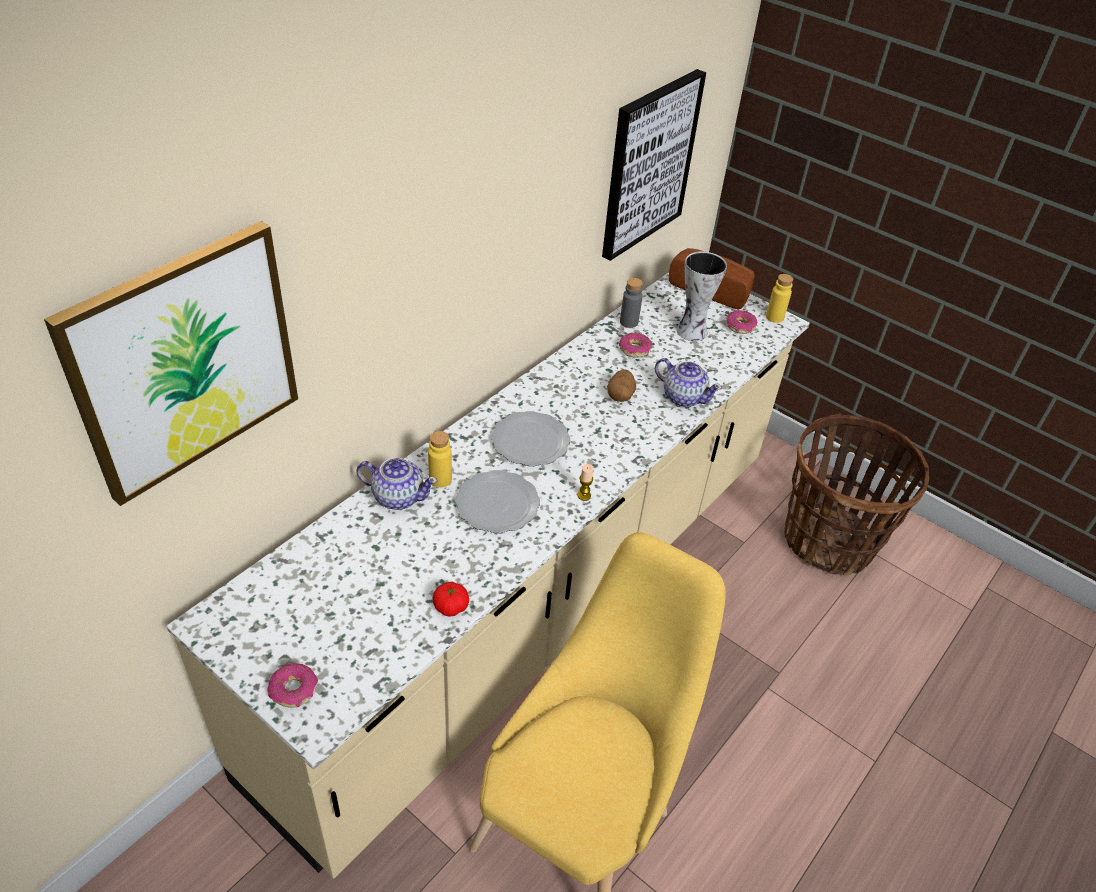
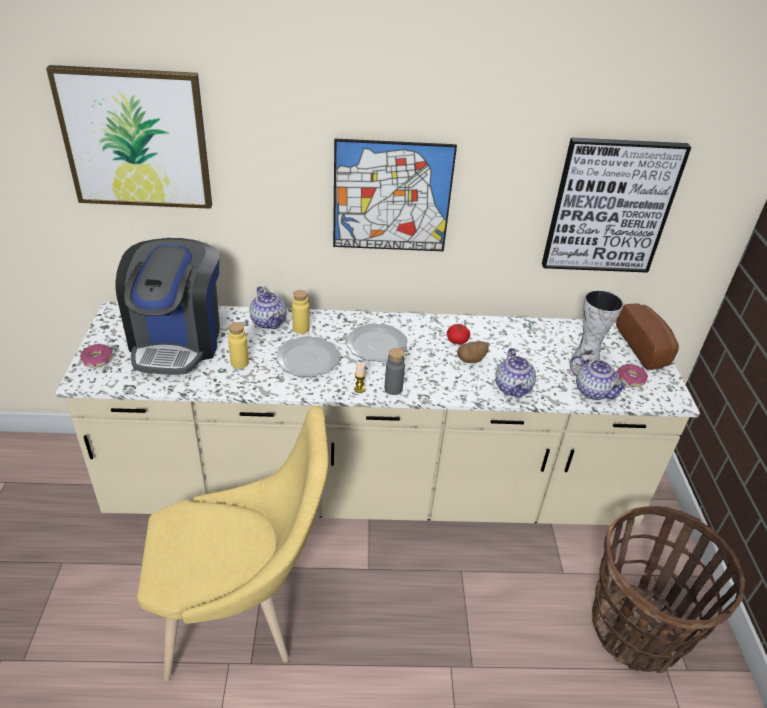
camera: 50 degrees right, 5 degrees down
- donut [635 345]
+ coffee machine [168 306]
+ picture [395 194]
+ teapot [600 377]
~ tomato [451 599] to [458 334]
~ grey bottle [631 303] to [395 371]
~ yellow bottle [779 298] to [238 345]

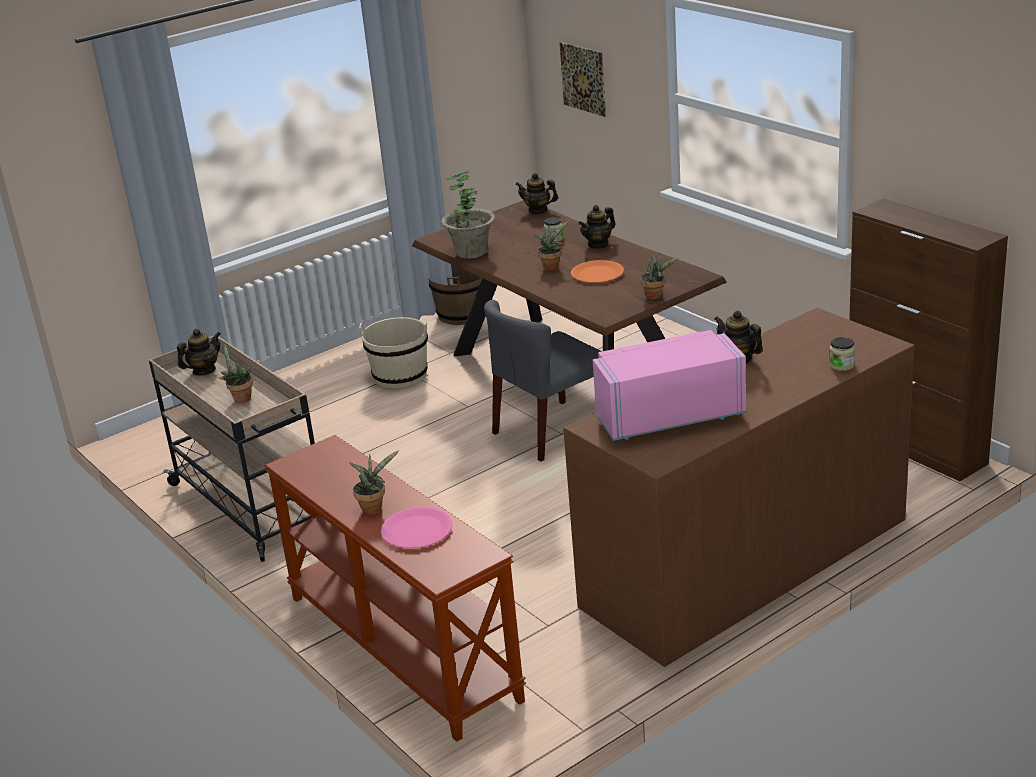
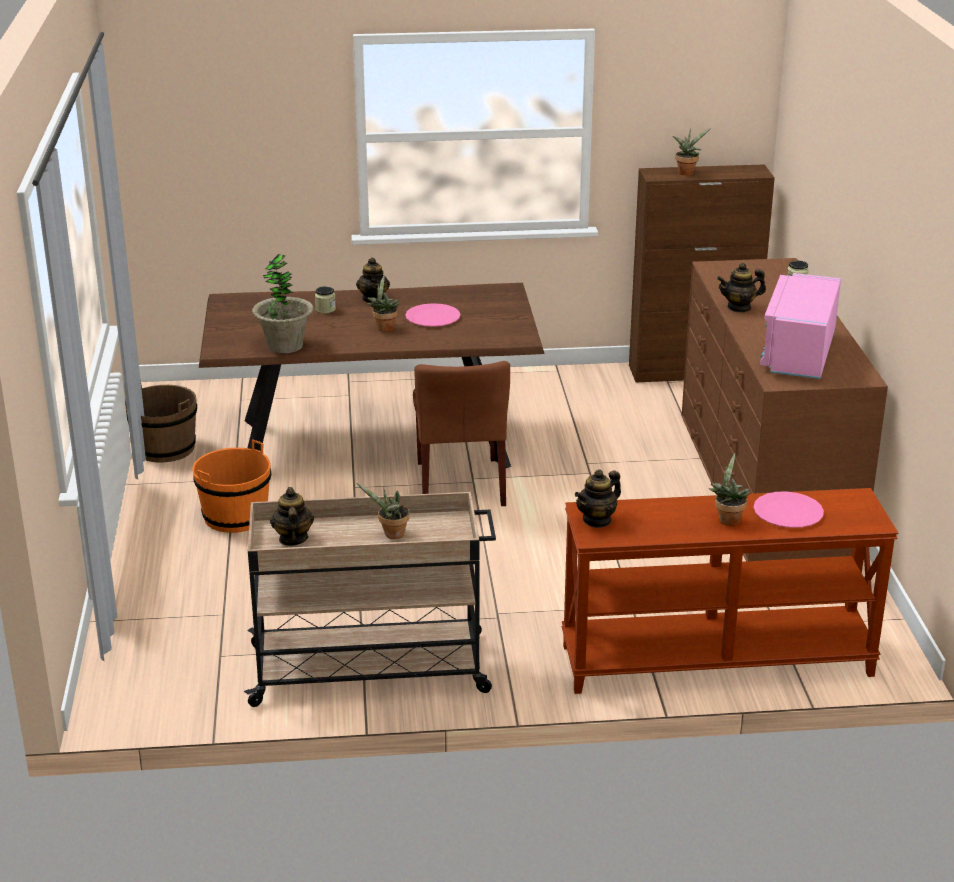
camera: 60 degrees left, 0 degrees up
- picture [583 79]
~ teapot [537 193] to [598 498]
~ potted plant [659 276] to [691 151]
~ beige bucket [393 352] to orange bucket [231 486]
~ grey chair [543 381] to brown chair [461 433]
~ orange plate [597 271] to pink plate [432 315]

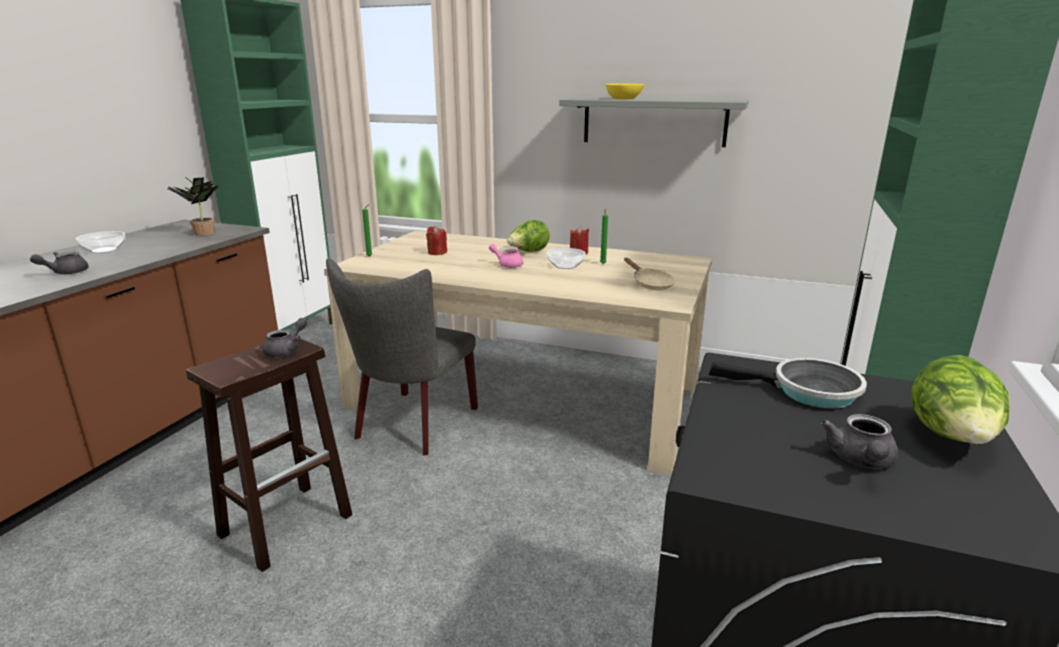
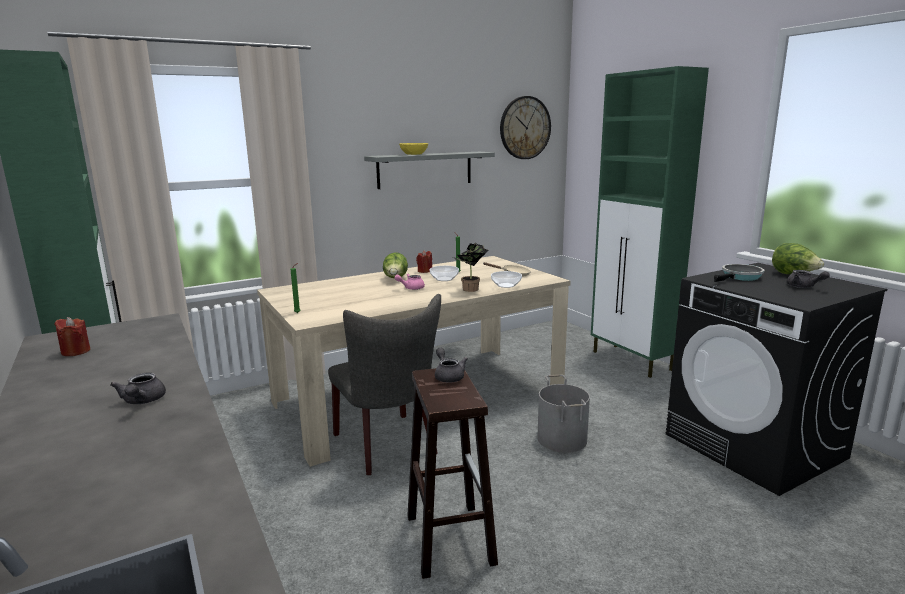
camera: 50 degrees left, 5 degrees down
+ wall clock [525 127]
+ grey bucket [563 414]
~ bowl [100 242] to [506 279]
~ potted plant [192 207] to [470 267]
~ red candle [436 240] to [72 336]

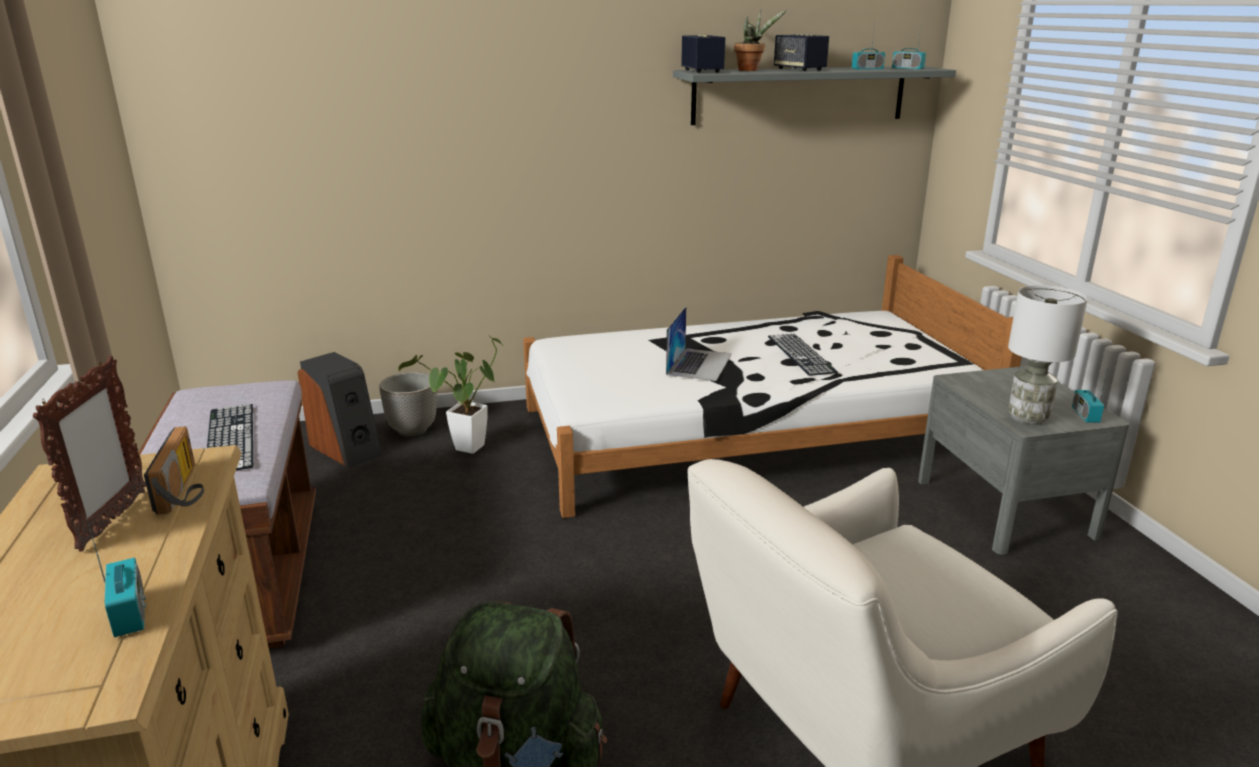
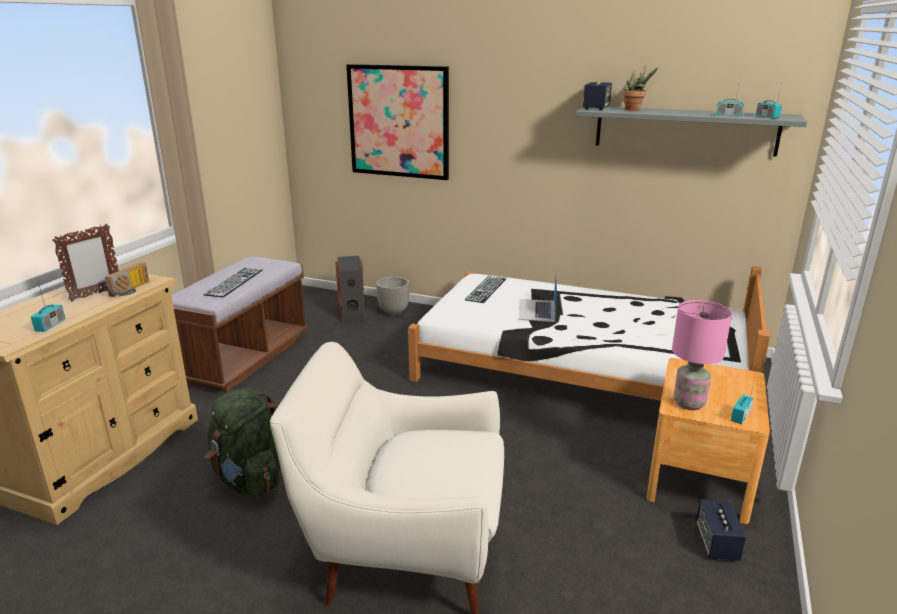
camera: 35 degrees right, 0 degrees up
- potted plant [450 394]
+ picture [397 122]
~ keyboard [803 355] to [486 289]
~ speaker [801 52] to [721 529]
~ grey nightstand [1023 460] to brown nightstand [708 441]
~ white table lamp [1048 355] to pink table lamp [702 355]
~ laptop [699 344] = [538 298] 135 degrees clockwise

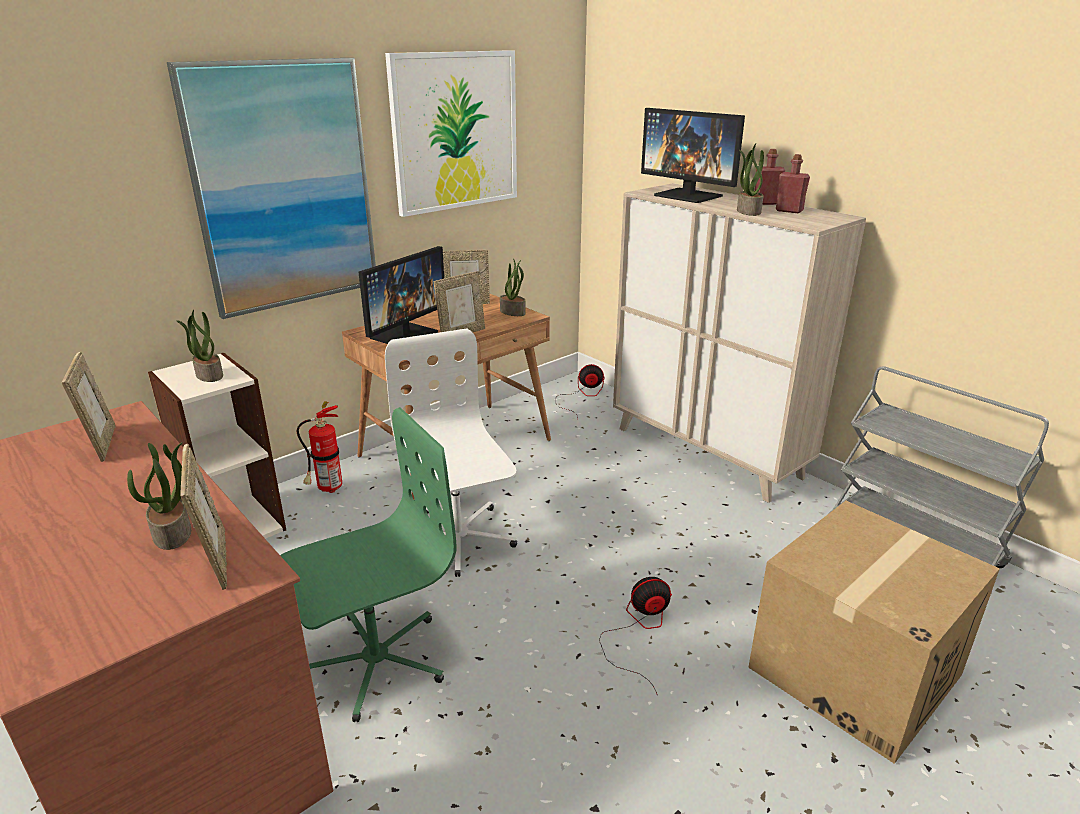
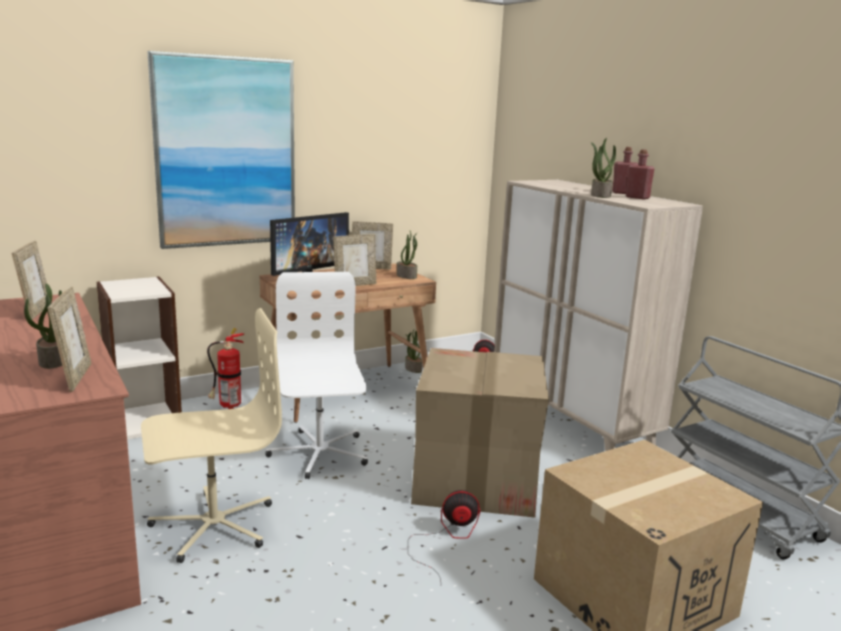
camera: 10 degrees right, 10 degrees down
- picture [451 133]
- monitor [693 155]
+ cardboard box [480 433]
~ potted plant [200 345] to [414 351]
~ green office chair [368 564] to beige office chair [211 435]

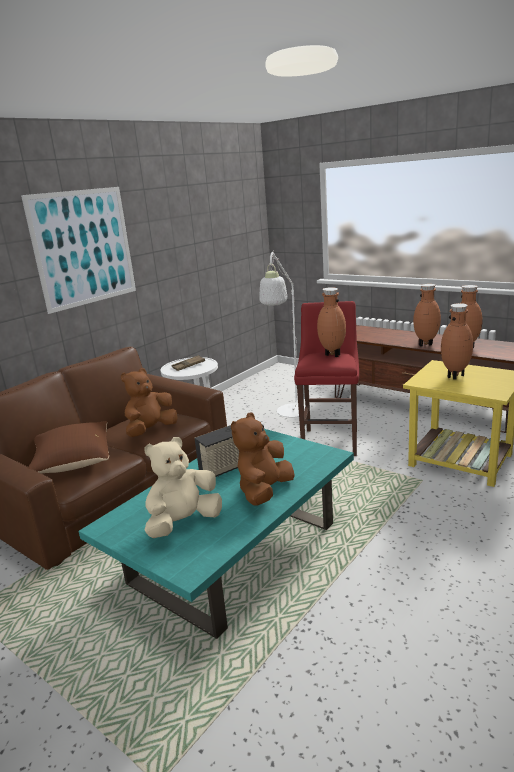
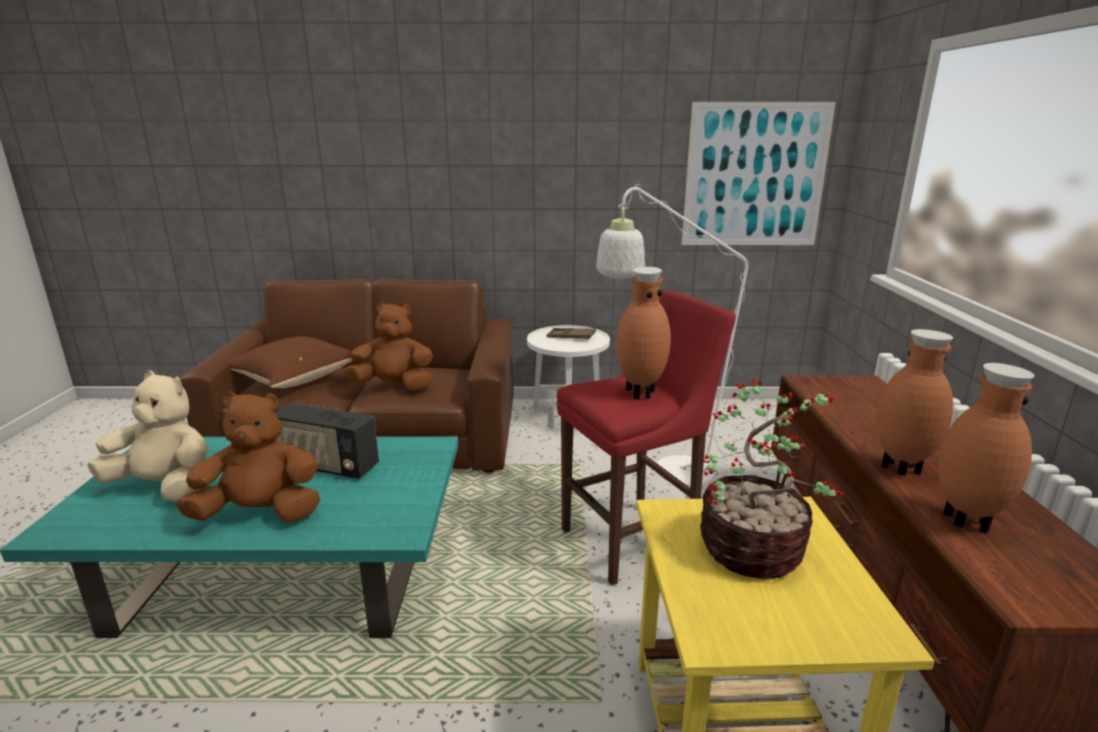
camera: 50 degrees right, 0 degrees up
~ picture [78 250] to [758 173]
~ brown vase [457 341] to potted plant [771 478]

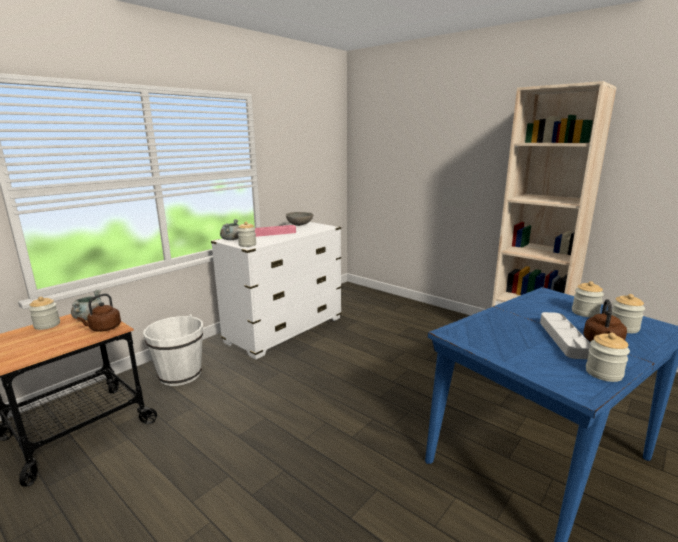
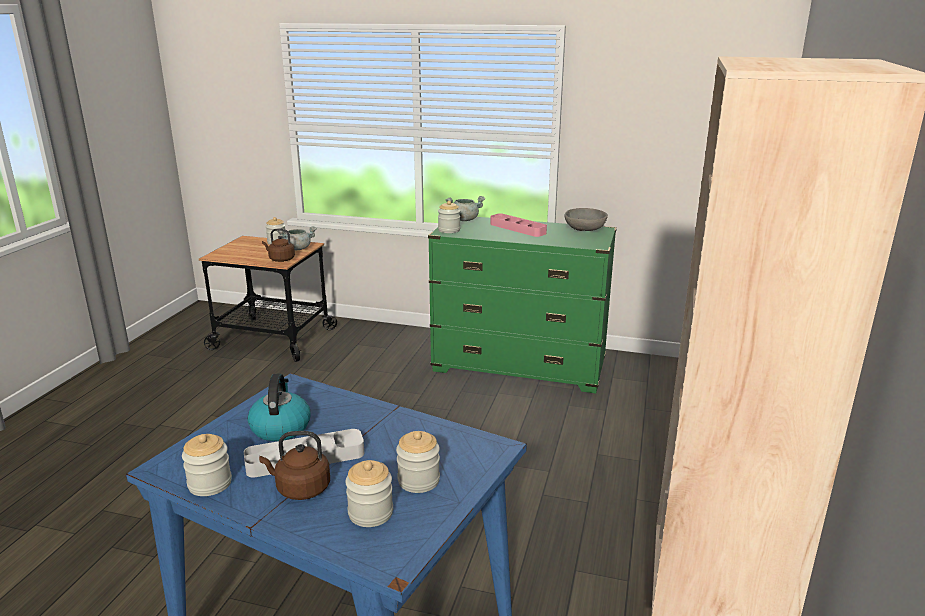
camera: 65 degrees right, 5 degrees up
- white bucket [173 350]
+ kettle [279 407]
~ white dresser [276 290] to green dresser [522 305]

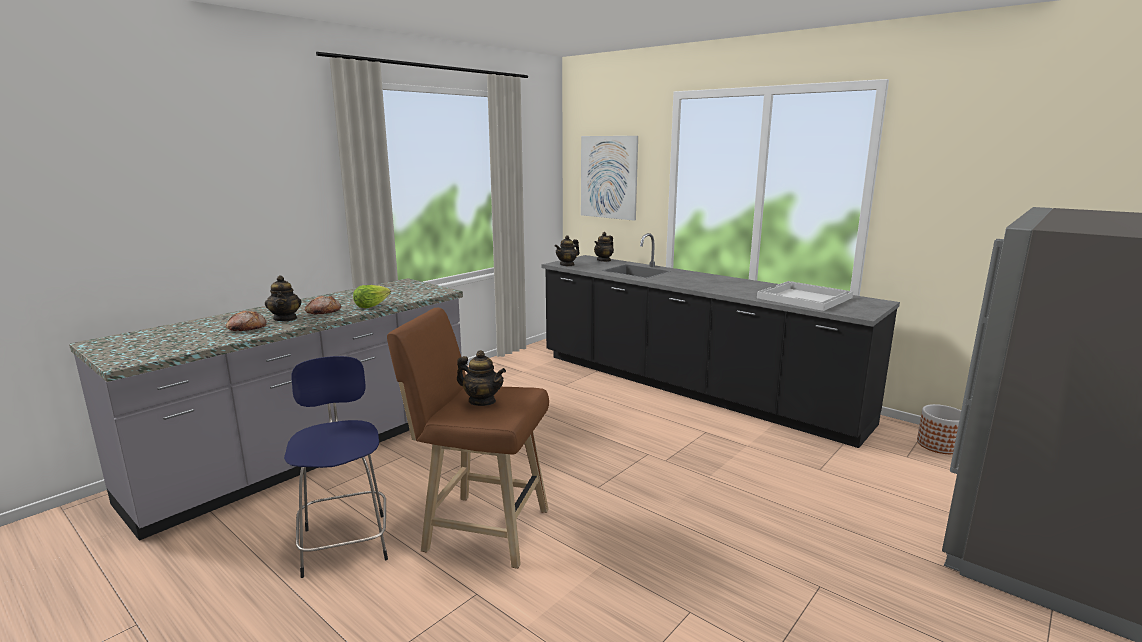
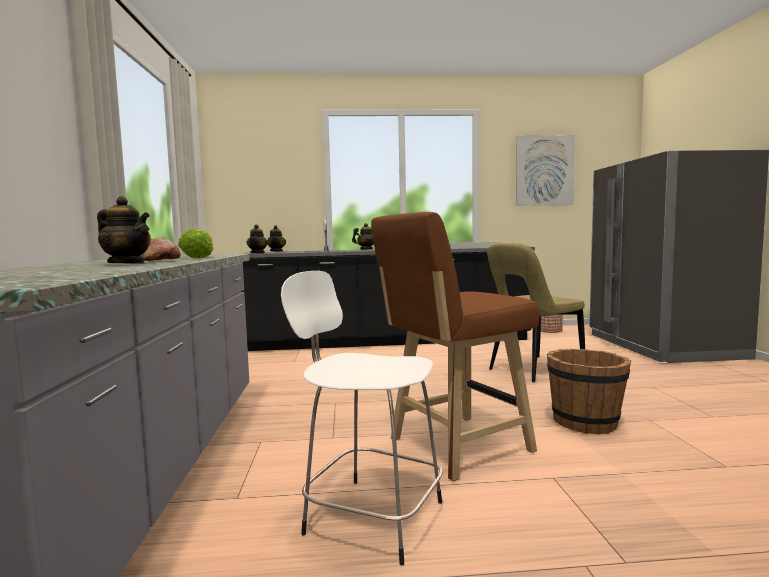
camera: 45 degrees left, 10 degrees down
- bread [246 321]
+ beige chair [536 312]
+ brown bucket [589 392]
~ teapot [481 378] to [363 236]
~ picture [609 178] to [545 170]
~ blue stool [336 467] to white stool [362 418]

